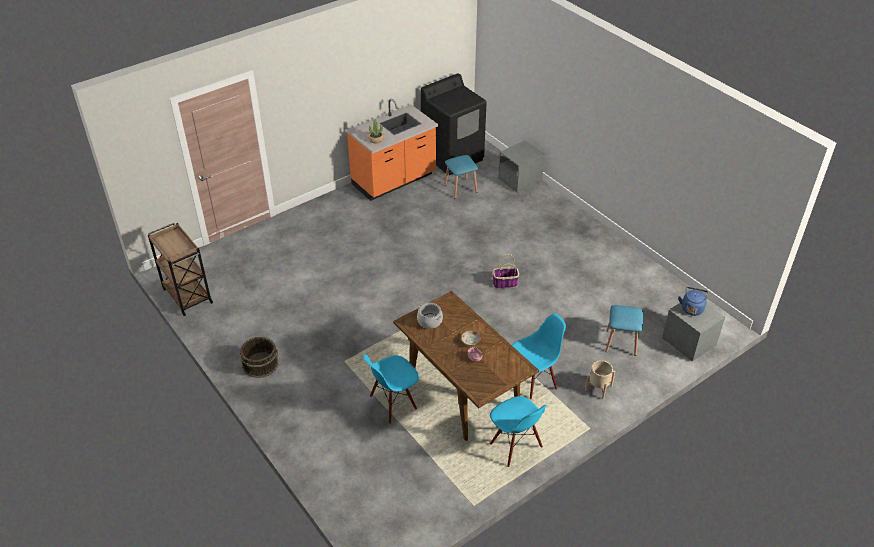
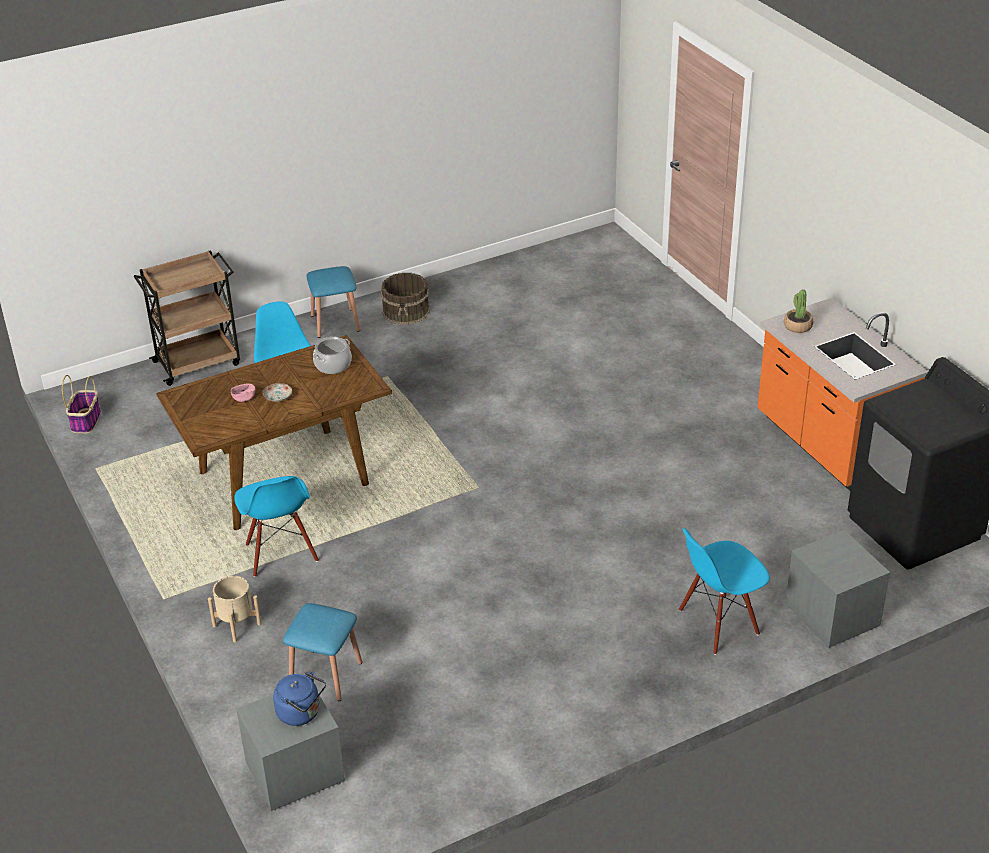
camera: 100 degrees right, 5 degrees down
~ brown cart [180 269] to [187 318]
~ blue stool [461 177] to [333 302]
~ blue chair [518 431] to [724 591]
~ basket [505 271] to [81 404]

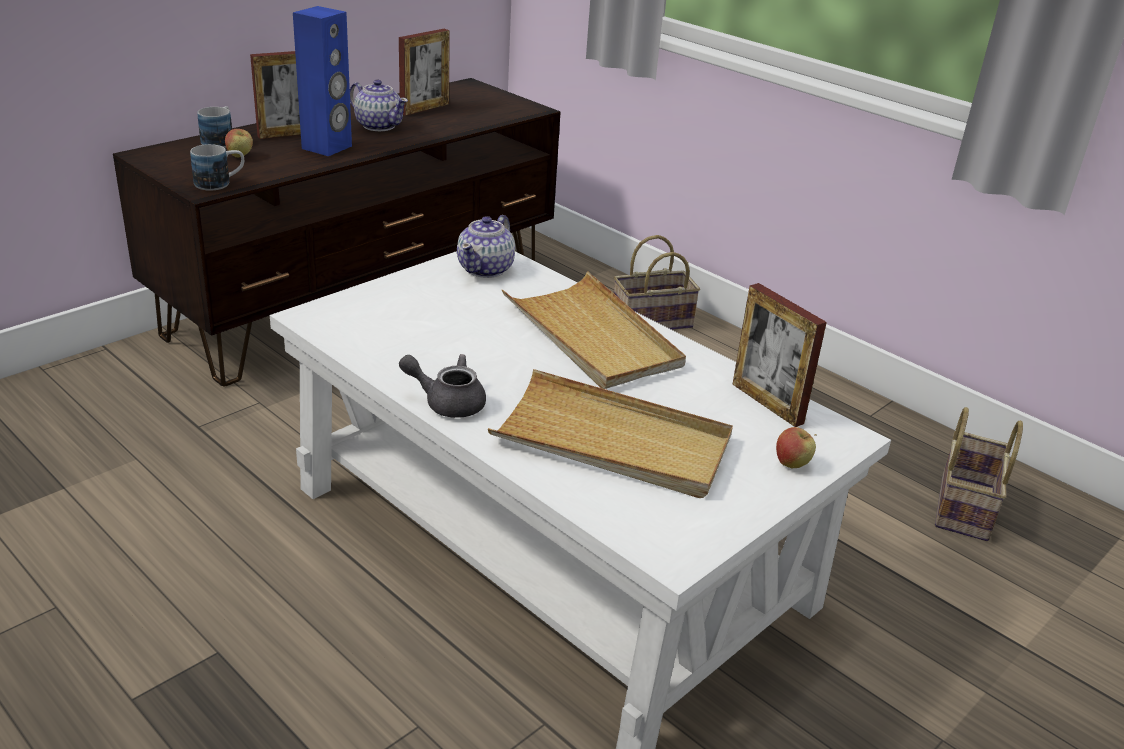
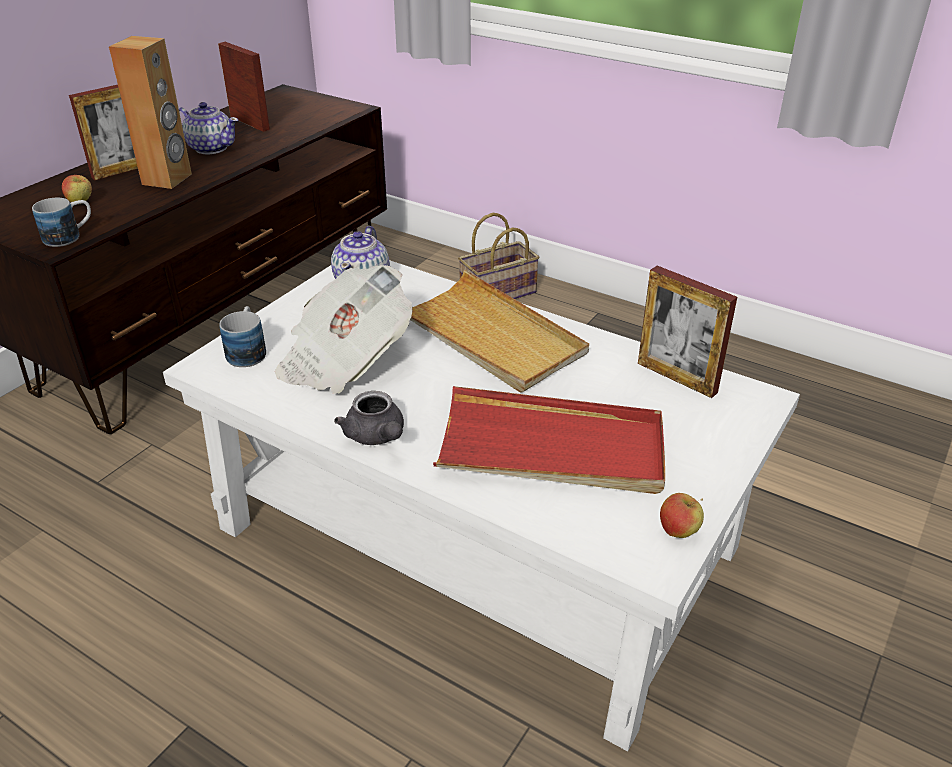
camera: 10 degrees left, 5 degrees up
- basket [979 474]
+ newspaper [344 329]
~ mug [214 127] to [242 336]
~ apple [796 447] to [682 515]
~ blue speaker [322 81] to brown speaker [150 112]
~ beige tray [610 433] to red tray [549 440]
~ picture frame [424 72] = [244 87] 75 degrees counterclockwise
~ grey teapot [442 386] = [369 418] 120 degrees counterclockwise

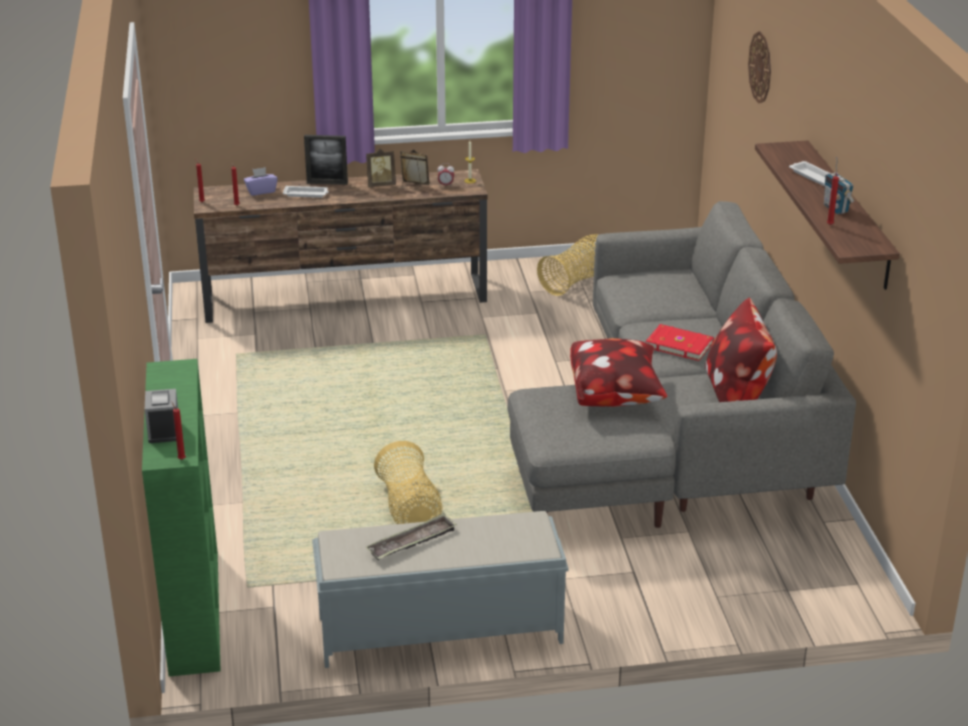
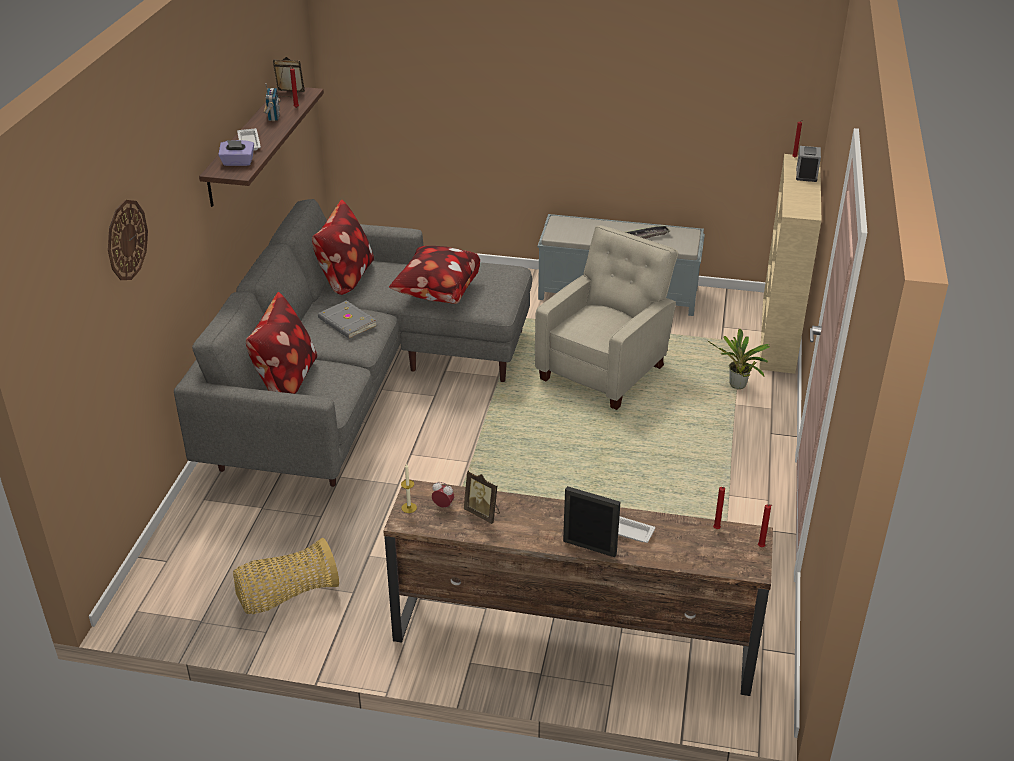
camera: 160 degrees left, 5 degrees up
+ pillow [281 343]
+ potted plant [738 359]
~ purple tissue box [261 181] to [236 153]
~ picture frame [381 168] to [289 77]
~ basket [408 482] to beige armchair [606 317]
~ green bookcase [181 518] to beige bookcase [790 264]
~ red book [680 342] to grey book [347 319]

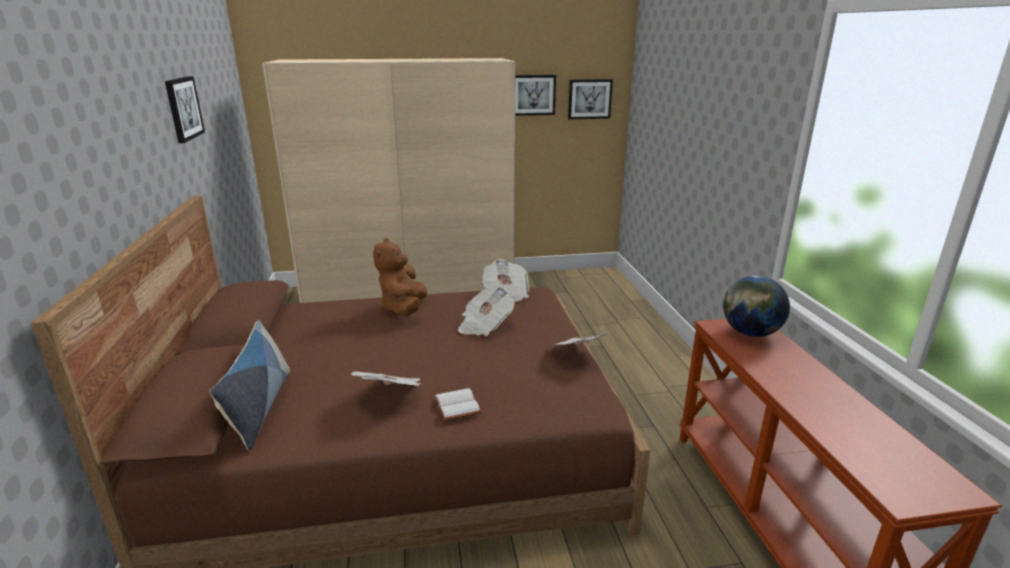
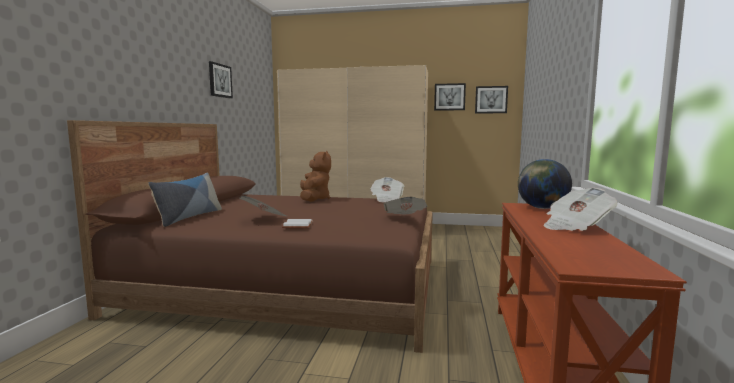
camera: 20 degrees right, 15 degrees down
~ newspaper [486 311] to [581 209]
~ brown plush toy [400 277] = [315 176] 150 degrees clockwise

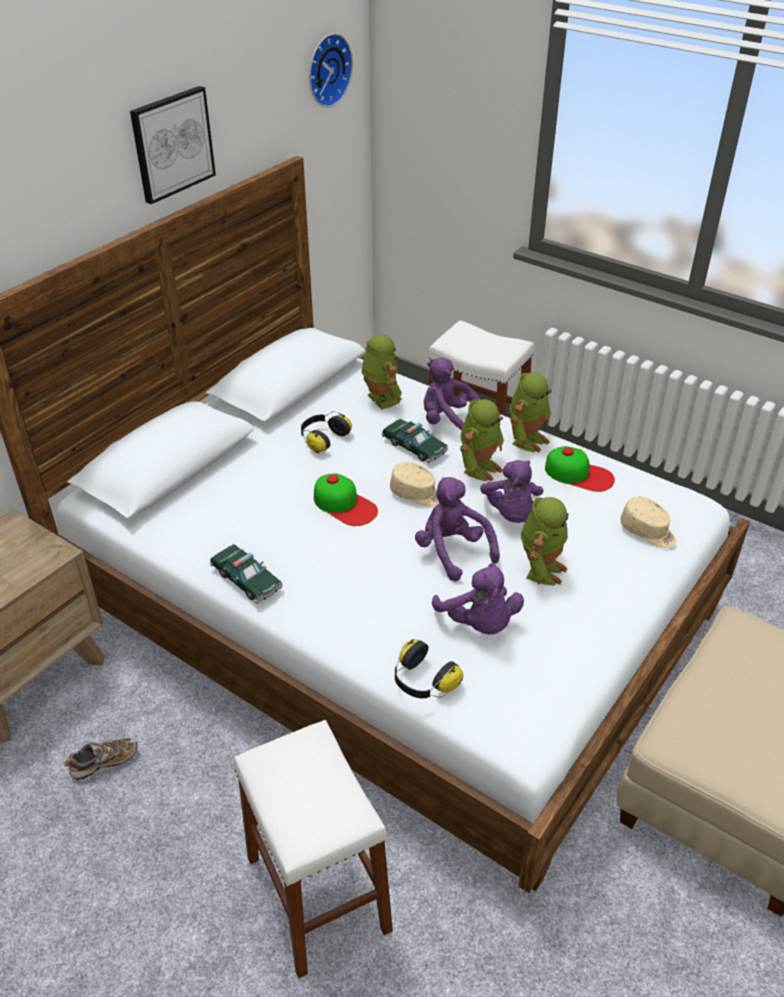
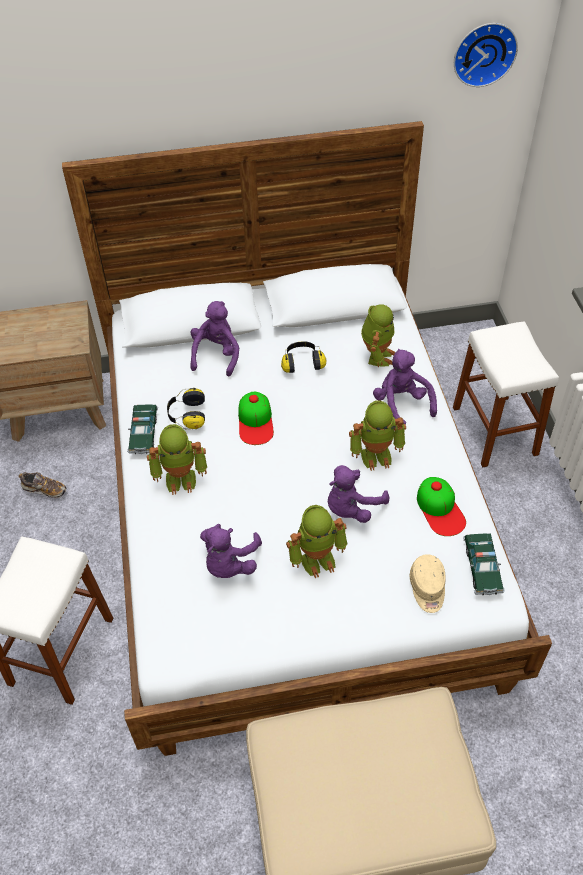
camera: 45 degrees right, 10 degrees up
- picture [173 145]
- beige cap [415 484]
~ toy car [414 441] to [484 564]
~ headphones [429 668] to [186 408]
~ purple plush toy [457 529] to [215 338]
~ toy robot [530 412] to [177 459]

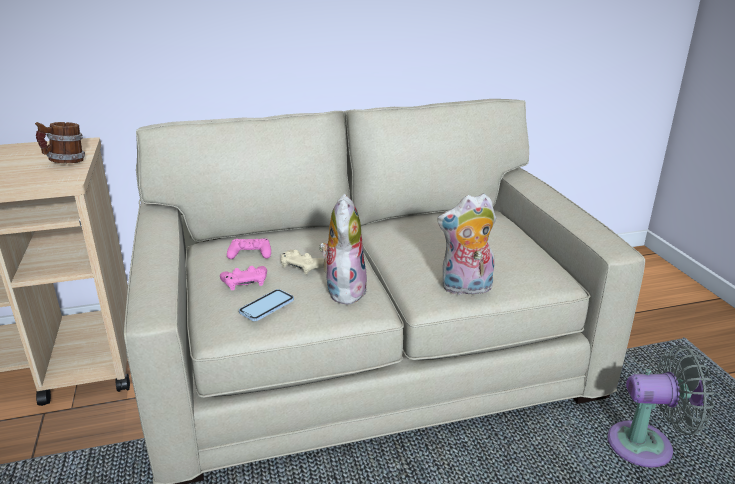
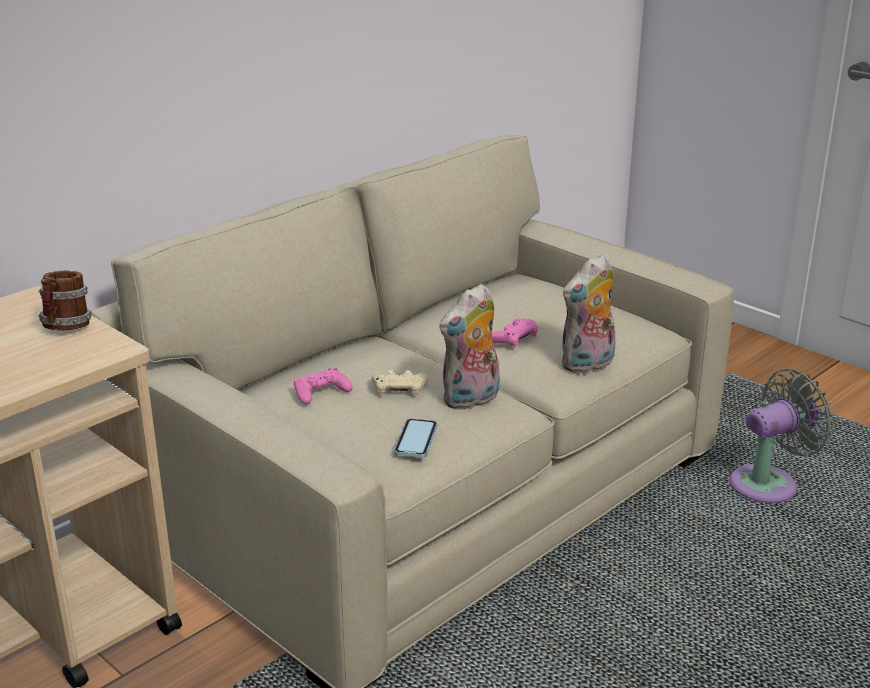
camera: 30 degrees left, 0 degrees up
~ pink game controller [243 278] to [515 333]
~ plush toy [343 249] = [469 347] 105 degrees counterclockwise

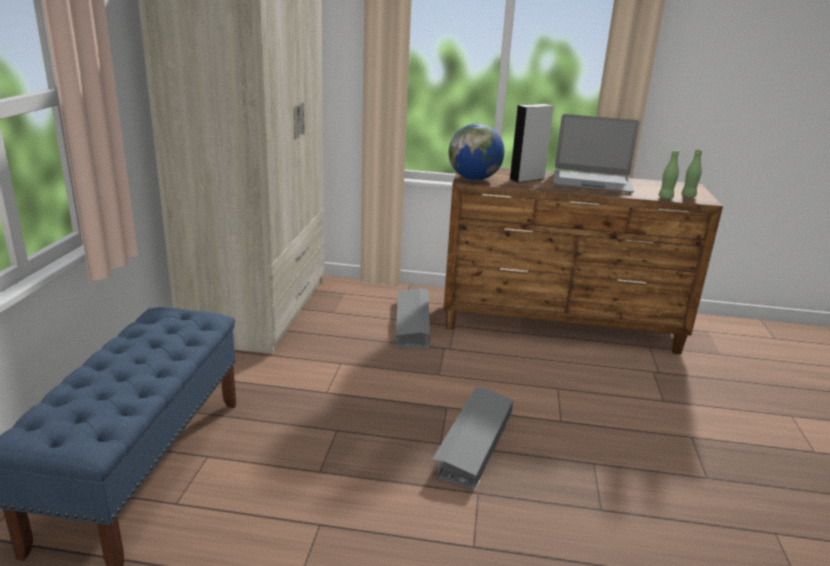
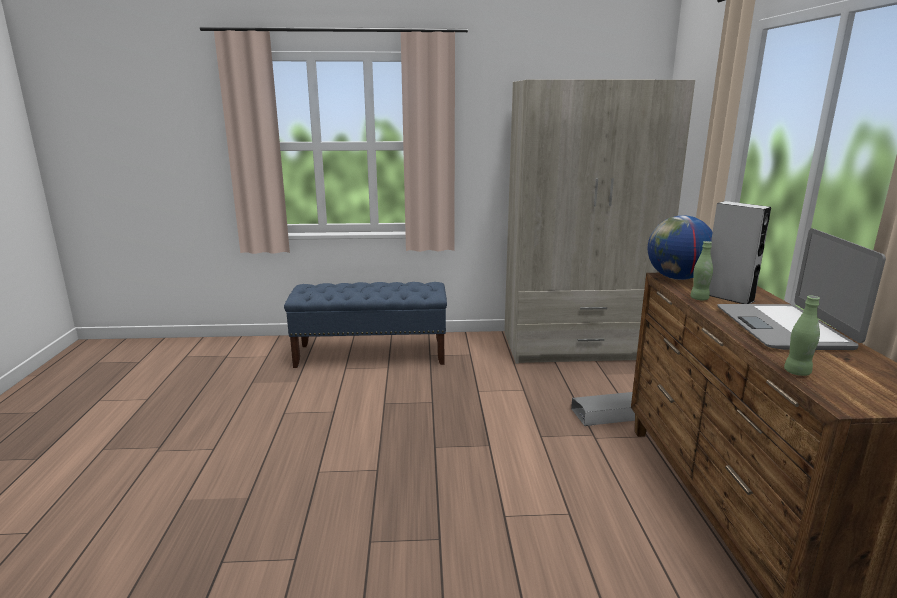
camera: 80 degrees right, 5 degrees down
- grey storage box [472 438]
~ green bottle [691 173] to [701 270]

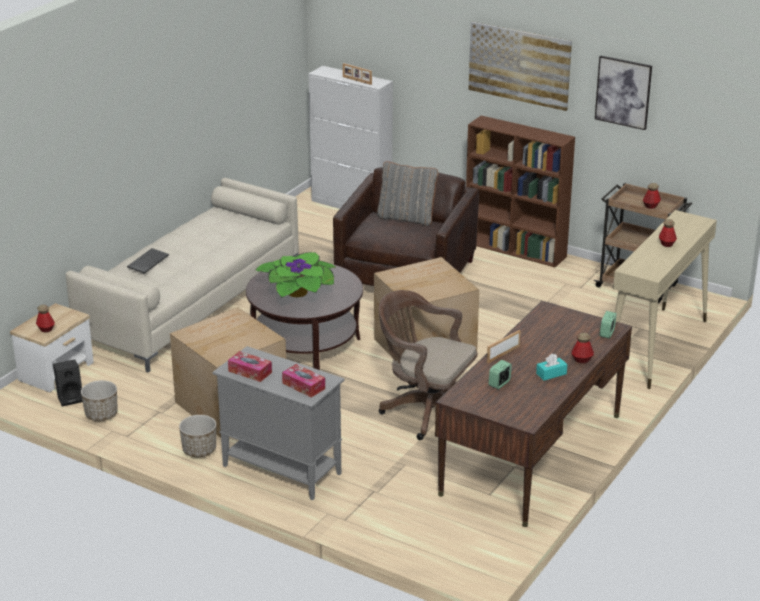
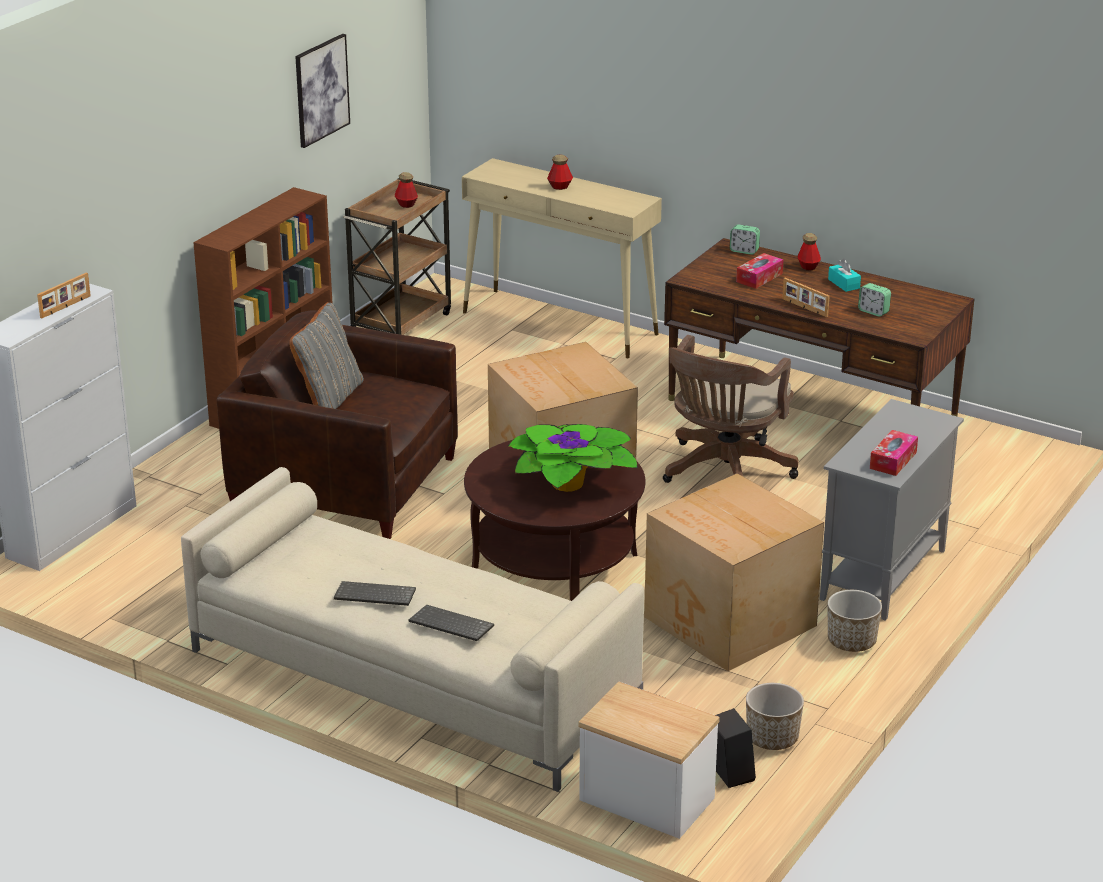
camera: 90 degrees left, 0 degrees up
- bottle [45 319]
- picture [520 66]
+ keyboard [375 593]
~ tissue box [303 381] to [759 271]

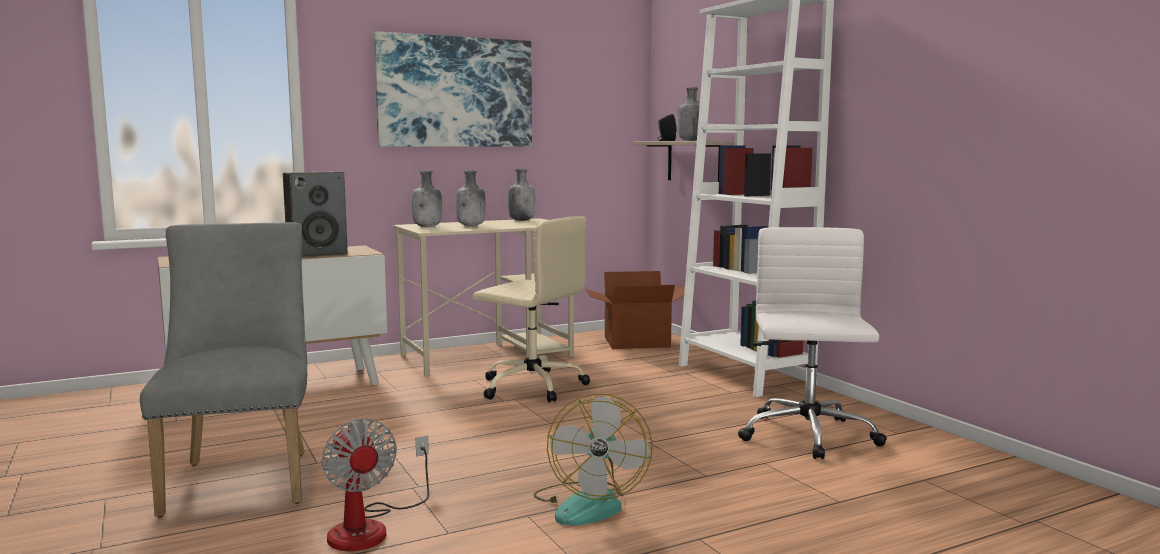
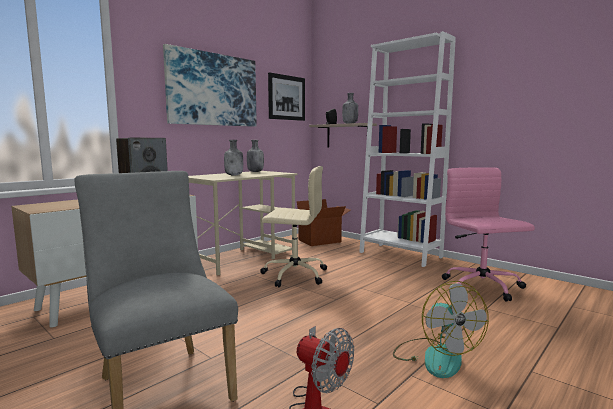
camera: 20 degrees left, 0 degrees up
- grey bottle [427 199]
+ picture [286 96]
~ white office chair [812 343] to pink office chair [488 234]

